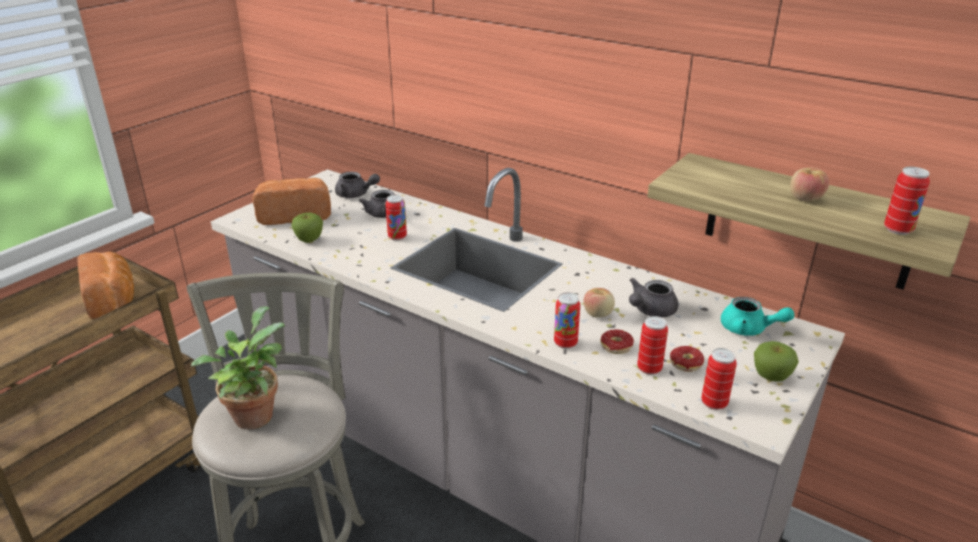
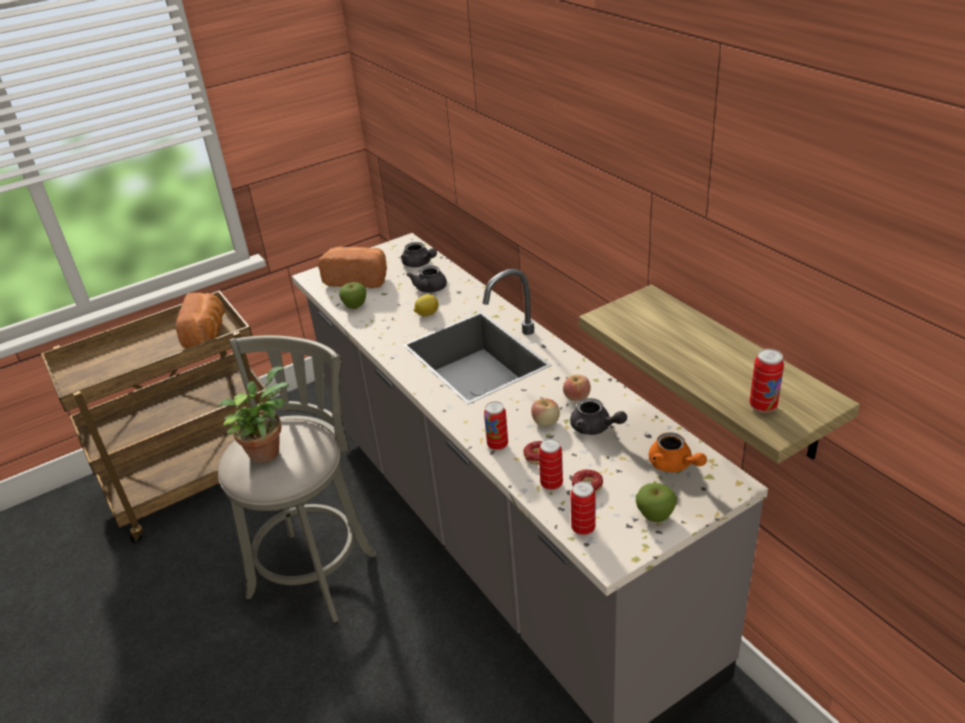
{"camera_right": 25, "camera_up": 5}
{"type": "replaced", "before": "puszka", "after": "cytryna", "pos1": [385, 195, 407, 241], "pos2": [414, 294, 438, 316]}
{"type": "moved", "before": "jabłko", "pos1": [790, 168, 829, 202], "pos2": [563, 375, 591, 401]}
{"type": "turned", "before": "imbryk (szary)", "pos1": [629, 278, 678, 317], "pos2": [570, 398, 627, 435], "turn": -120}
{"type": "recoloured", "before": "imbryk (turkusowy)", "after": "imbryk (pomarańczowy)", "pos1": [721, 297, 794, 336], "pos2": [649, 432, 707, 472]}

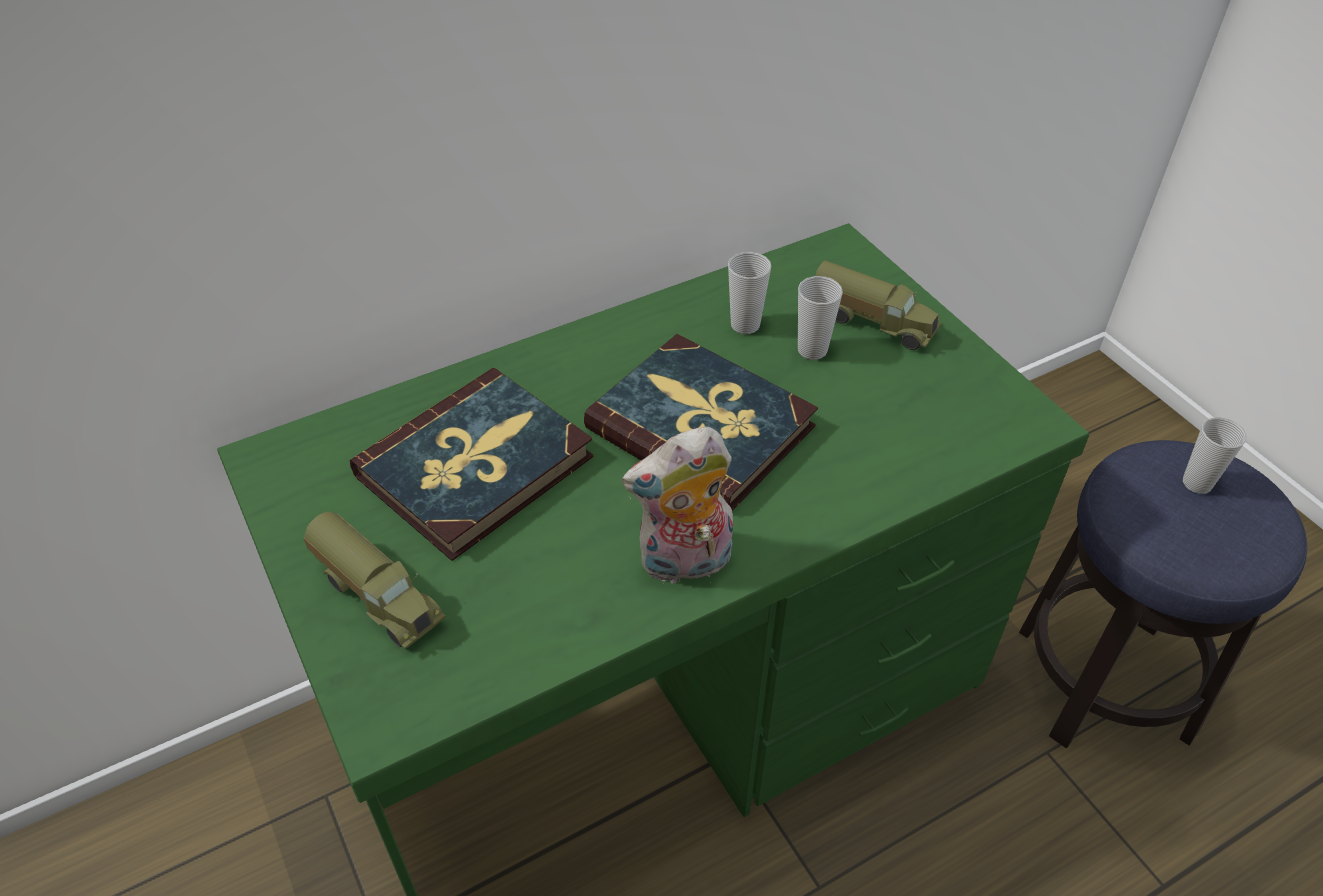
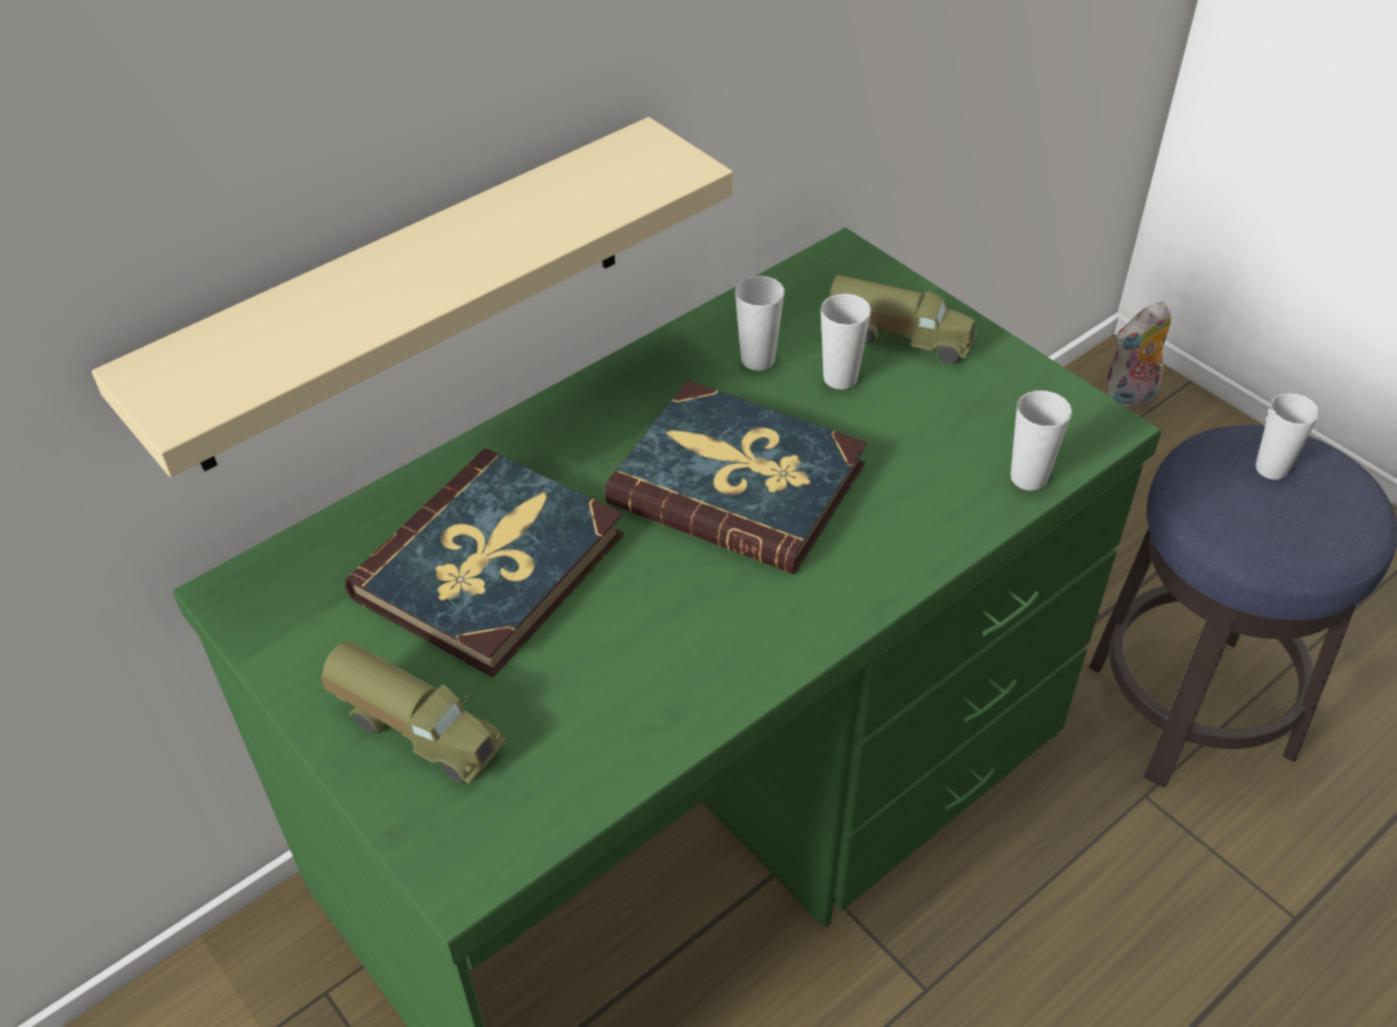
{"camera_right": -10, "camera_up": 0}
{"type": "added", "after": "półka (beżowy)", "pos2": [92, 117, 733, 477]}
{"type": "added", "after": "filiżanka", "pos2": [1011, 390, 1072, 491]}
{"type": "moved", "before": "pluszak", "pos1": [622, 427, 733, 583], "pos2": [1103, 301, 1171, 409]}

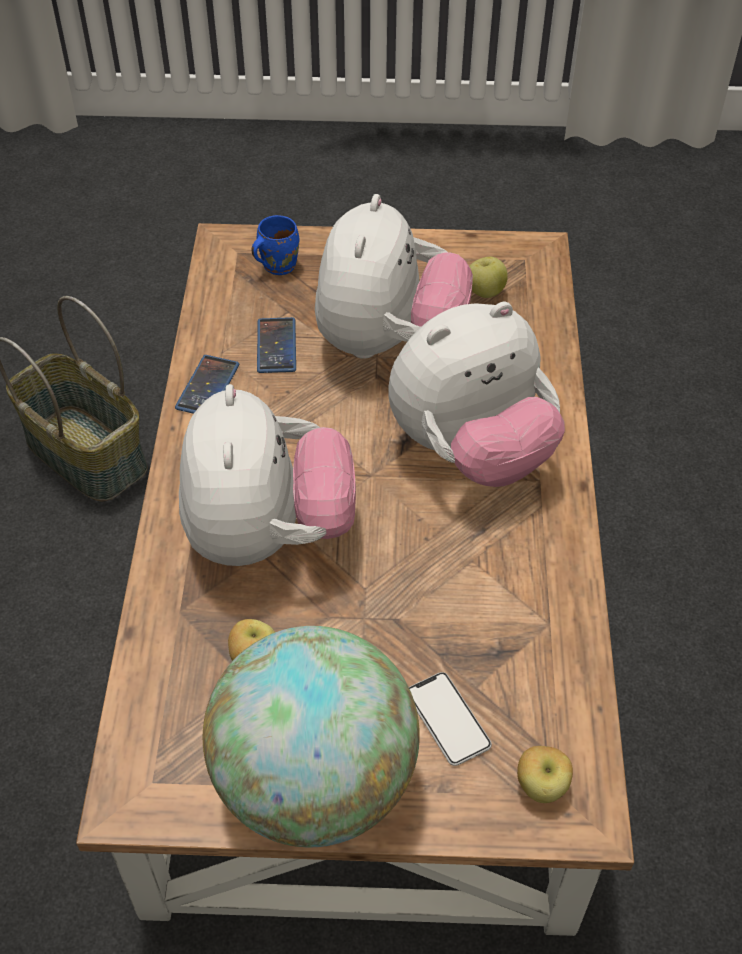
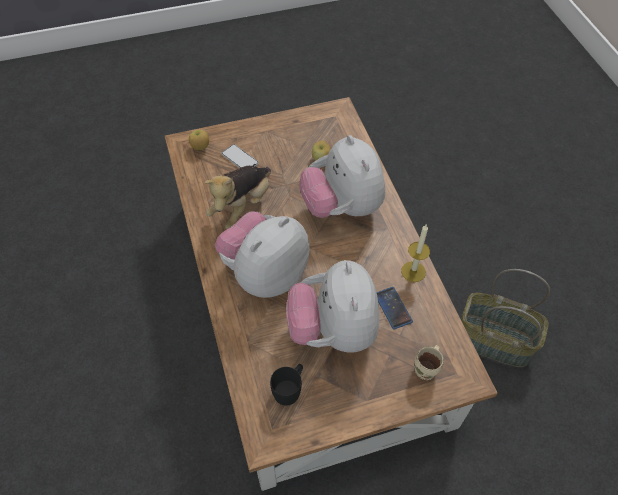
{"camera_right": 160, "camera_up": 5}
{"type": "added", "after": "pluszak", "pos2": [205, 166, 271, 230]}
{"type": "replaced", "before": "jabłko", "after": "kubek (czarny)", "pos1": [469, 257, 508, 298], "pos2": [270, 364, 303, 406]}
{"type": "replaced", "before": "telefon", "after": "świeca", "pos1": [175, 355, 239, 414], "pos2": [401, 225, 430, 282]}
{"type": "recoloured", "before": "kubek (niebieski)", "after": "kubek (beżowy)", "pos1": [251, 215, 299, 275], "pos2": [414, 345, 444, 380]}
{"type": "removed", "before": "globus", "pos1": [203, 626, 420, 847]}

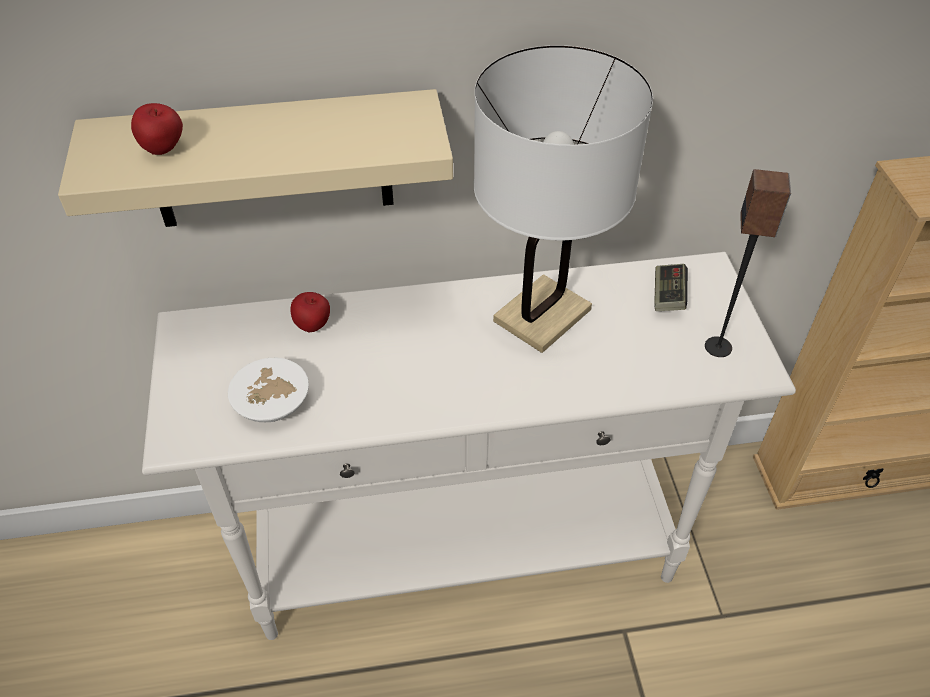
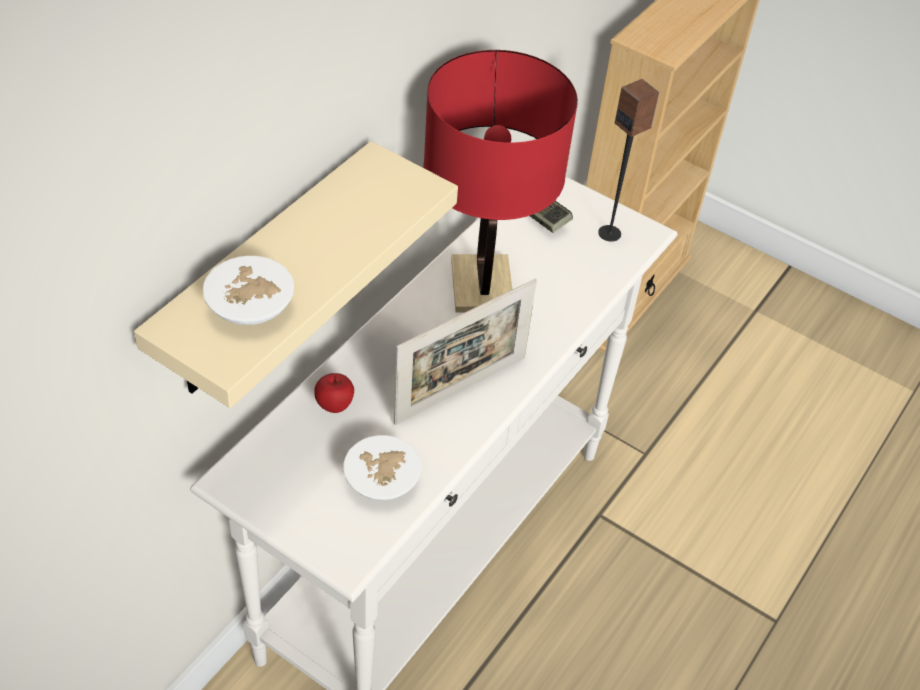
{"camera_right": -50, "camera_up": 0}
{"type": "replaced", "before": "jabłko", "after": "miska (biały)", "pos1": [131, 103, 183, 155], "pos2": [203, 256, 294, 325]}
{"type": "added", "after": "ramka na zdjęcie", "pos2": [394, 279, 537, 425]}
{"type": "recoloured", "before": "lampa stołowa (biały)", "after": "lampa stołowa (czerwony)", "pos1": [474, 45, 653, 353], "pos2": [423, 50, 578, 312]}

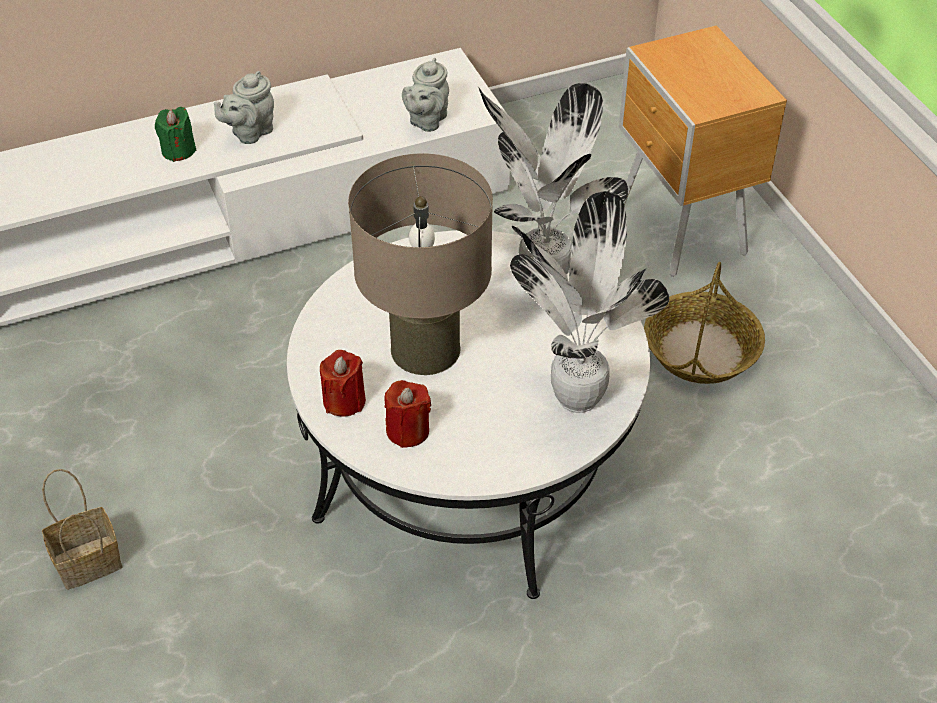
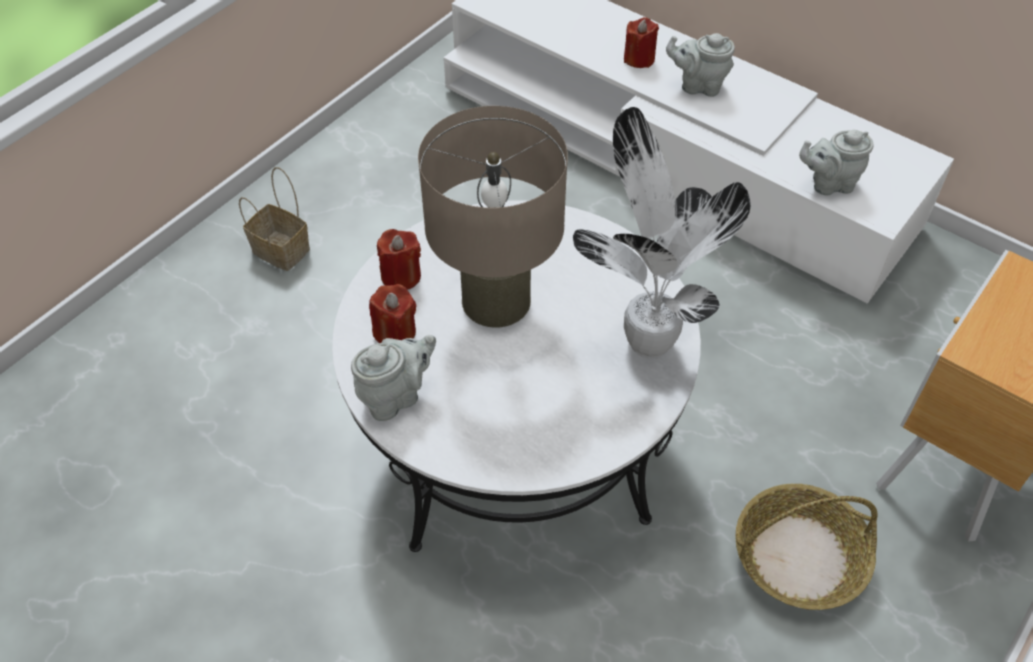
{"camera_right": 60, "camera_up": 5}
{"type": "added", "after": "imbryk (szary)", "pos2": [351, 335, 436, 421]}
{"type": "recoloured", "before": "świeca (zielony)", "after": "świeca (czerwony)", "pos1": [155, 107, 197, 162], "pos2": [624, 17, 659, 68]}
{"type": "removed", "before": "roślina doniczkowa", "pos1": [510, 191, 669, 413]}

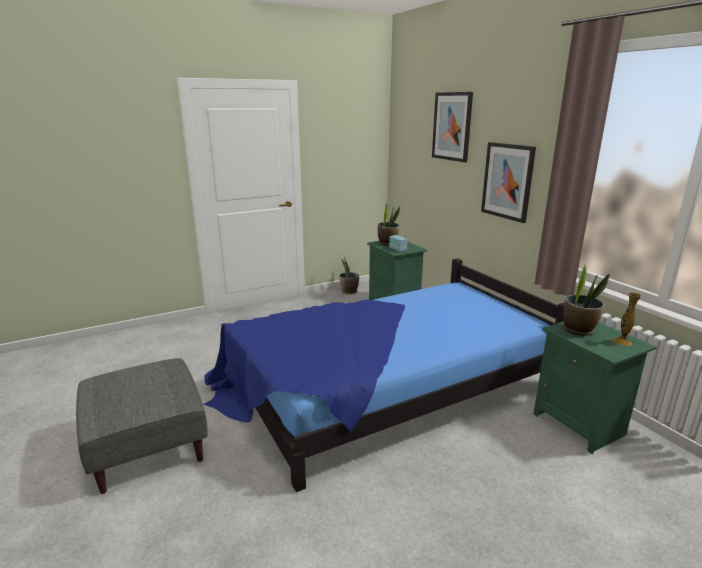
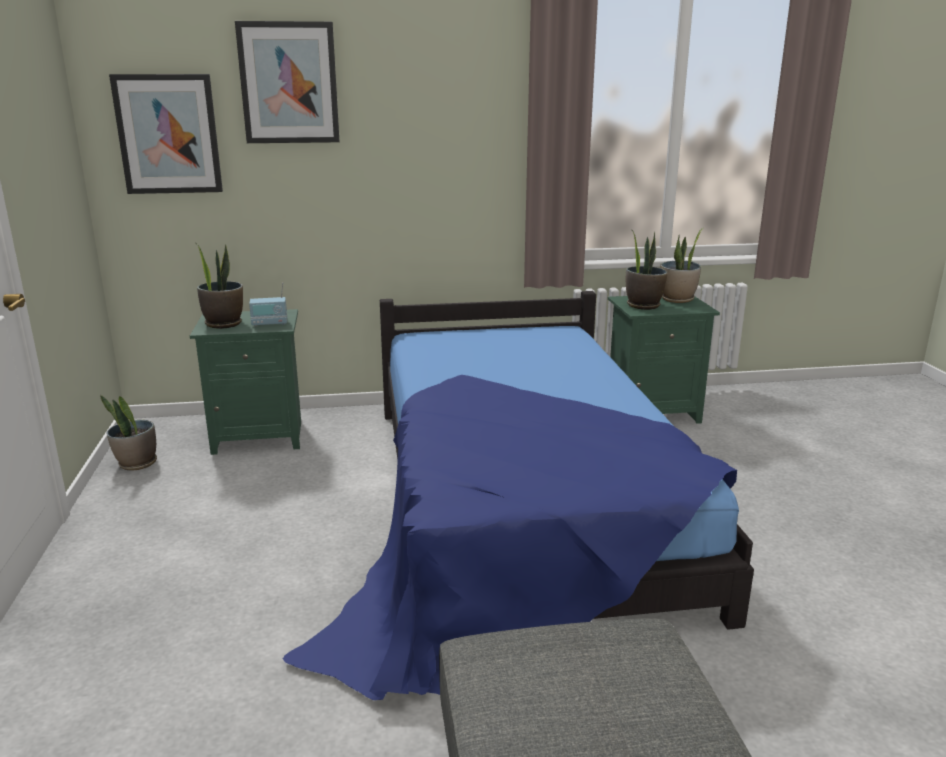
{"camera_right": -70, "camera_up": 0}
{"type": "moved", "before": "obraz", "pos1": [481, 142, 536, 223], "pos2": [109, 74, 223, 194]}
{"type": "replaced", "before": "wazon", "after": "roślina doniczkowa", "pos1": [612, 292, 642, 346], "pos2": [660, 228, 703, 303]}

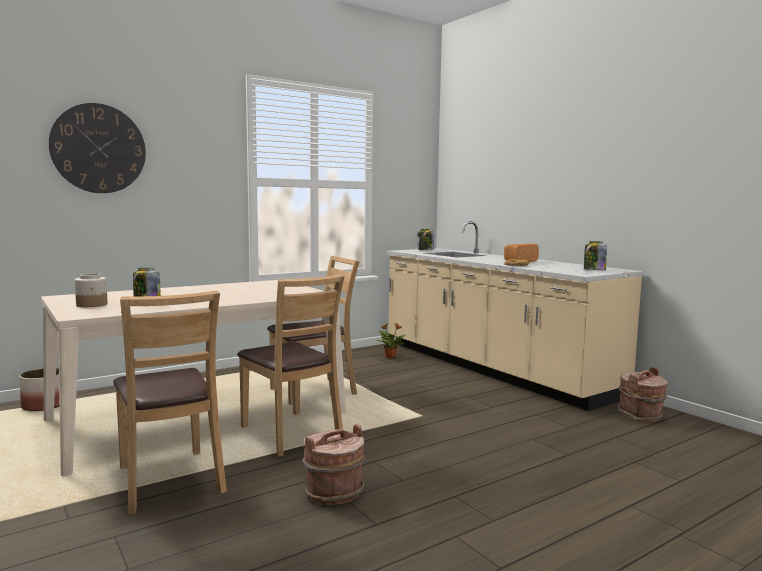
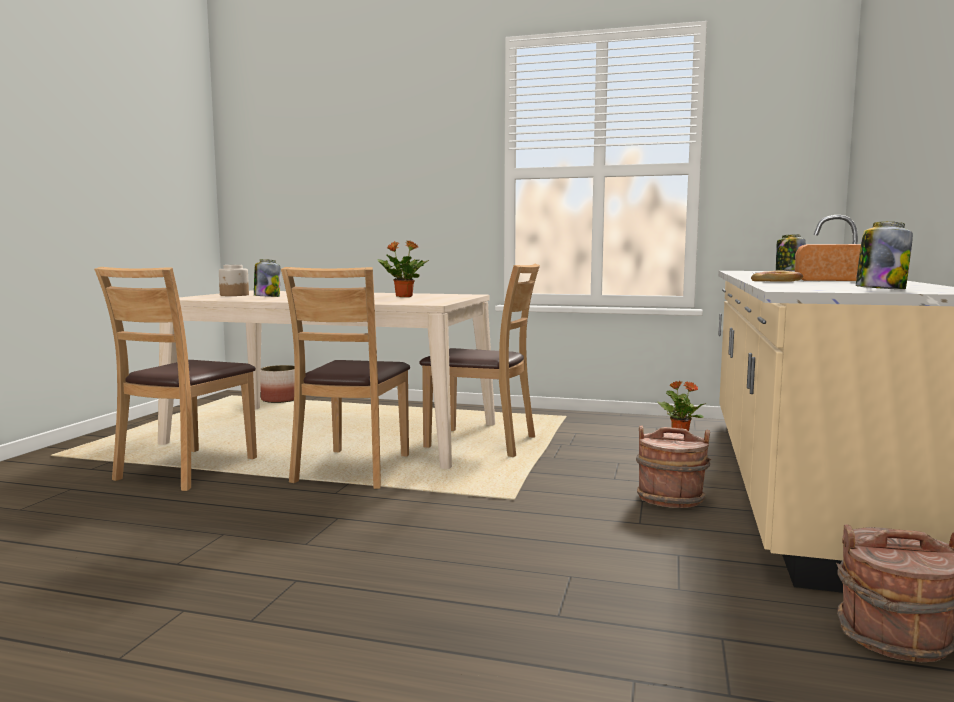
{"camera_right": 50, "camera_up": 0}
{"type": "added", "after": "roślina doniczkowa", "pos2": [377, 241, 429, 297]}
{"type": "moved", "before": "wiadro (brązowy)", "pos1": [303, 424, 365, 505], "pos2": [636, 426, 711, 508]}
{"type": "removed", "before": "zegar ścienny", "pos1": [49, 103, 146, 193]}

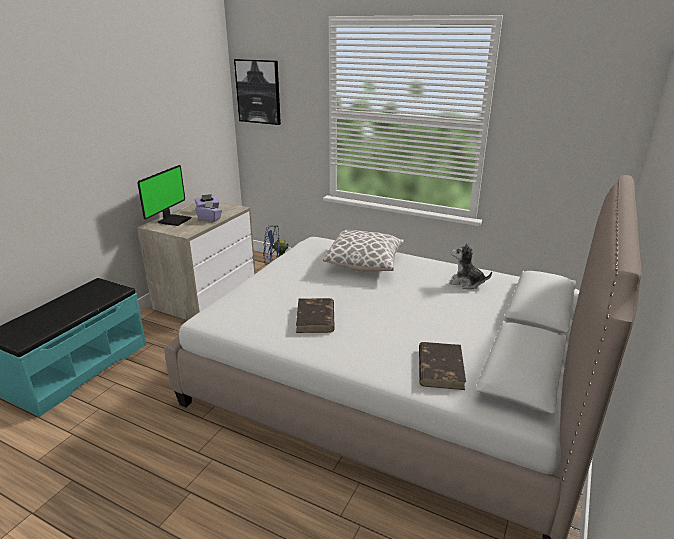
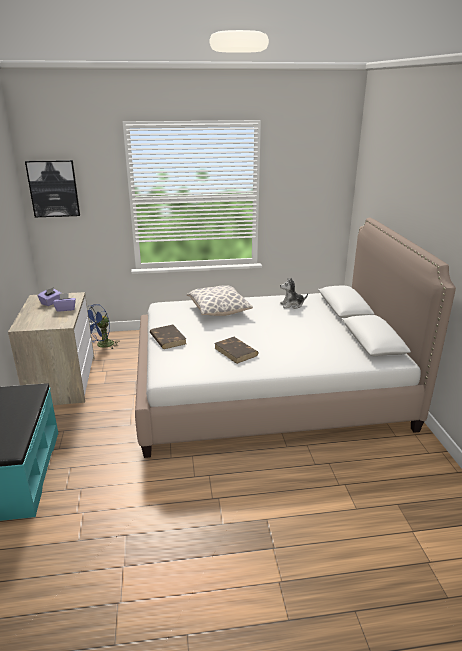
{"camera_right": -35, "camera_up": 0}
{"type": "moved", "before": "książka (brązowy)", "pos1": [419, 342, 466, 390], "pos2": [150, 324, 186, 349]}
{"type": "removed", "before": "monitor", "pos1": [137, 165, 192, 226]}

